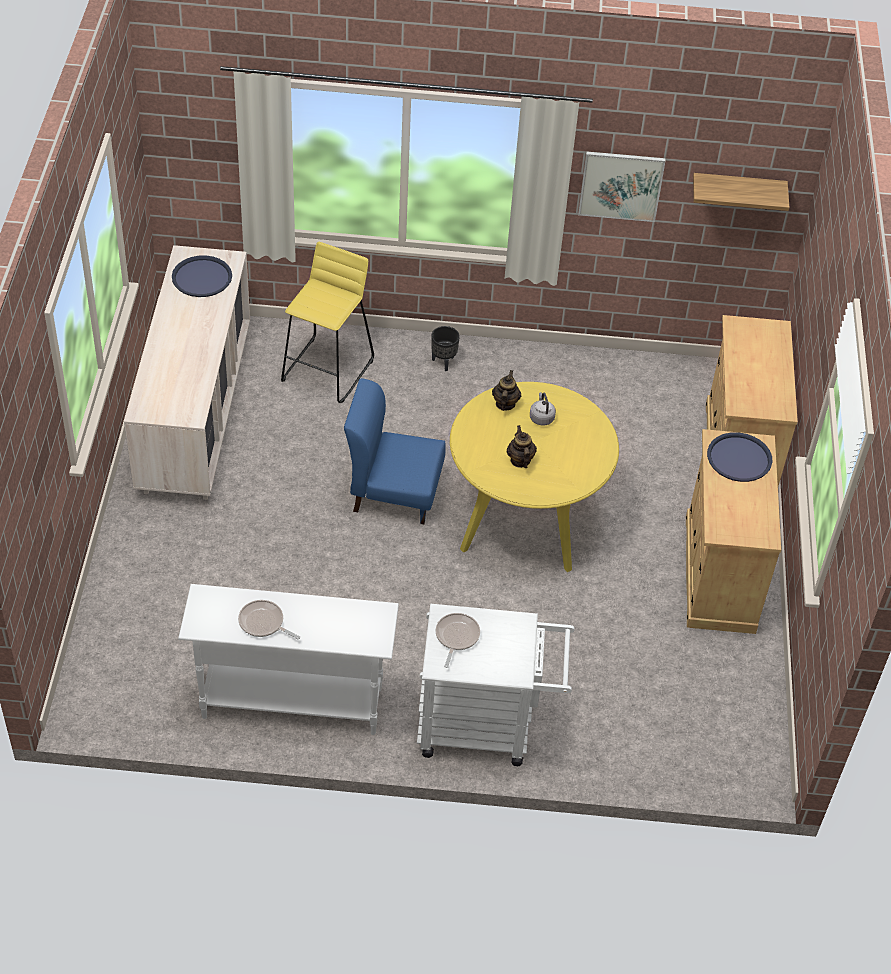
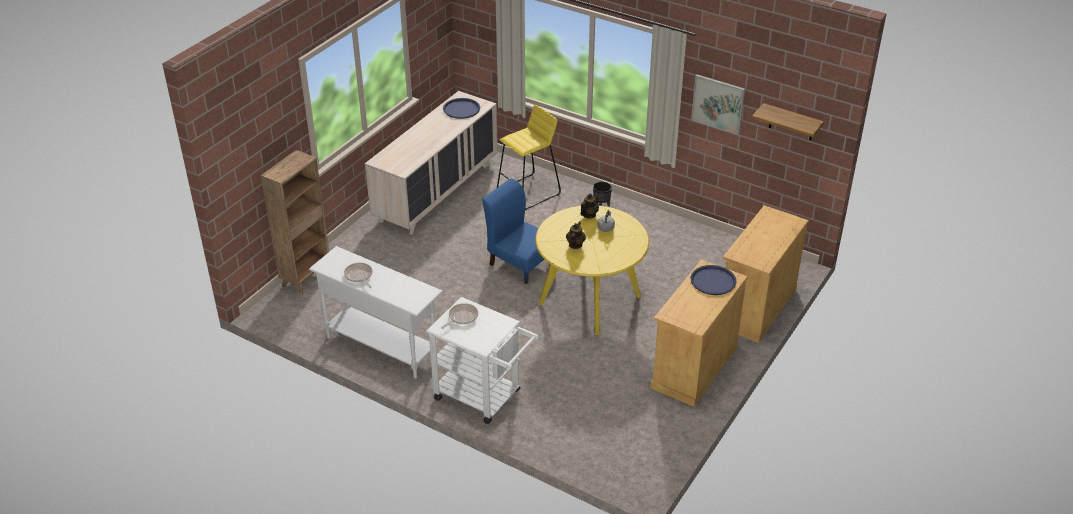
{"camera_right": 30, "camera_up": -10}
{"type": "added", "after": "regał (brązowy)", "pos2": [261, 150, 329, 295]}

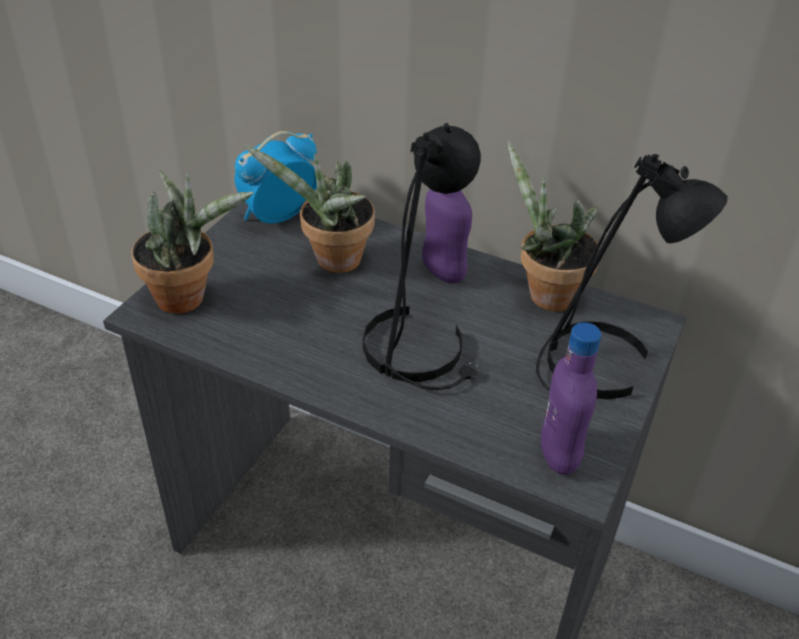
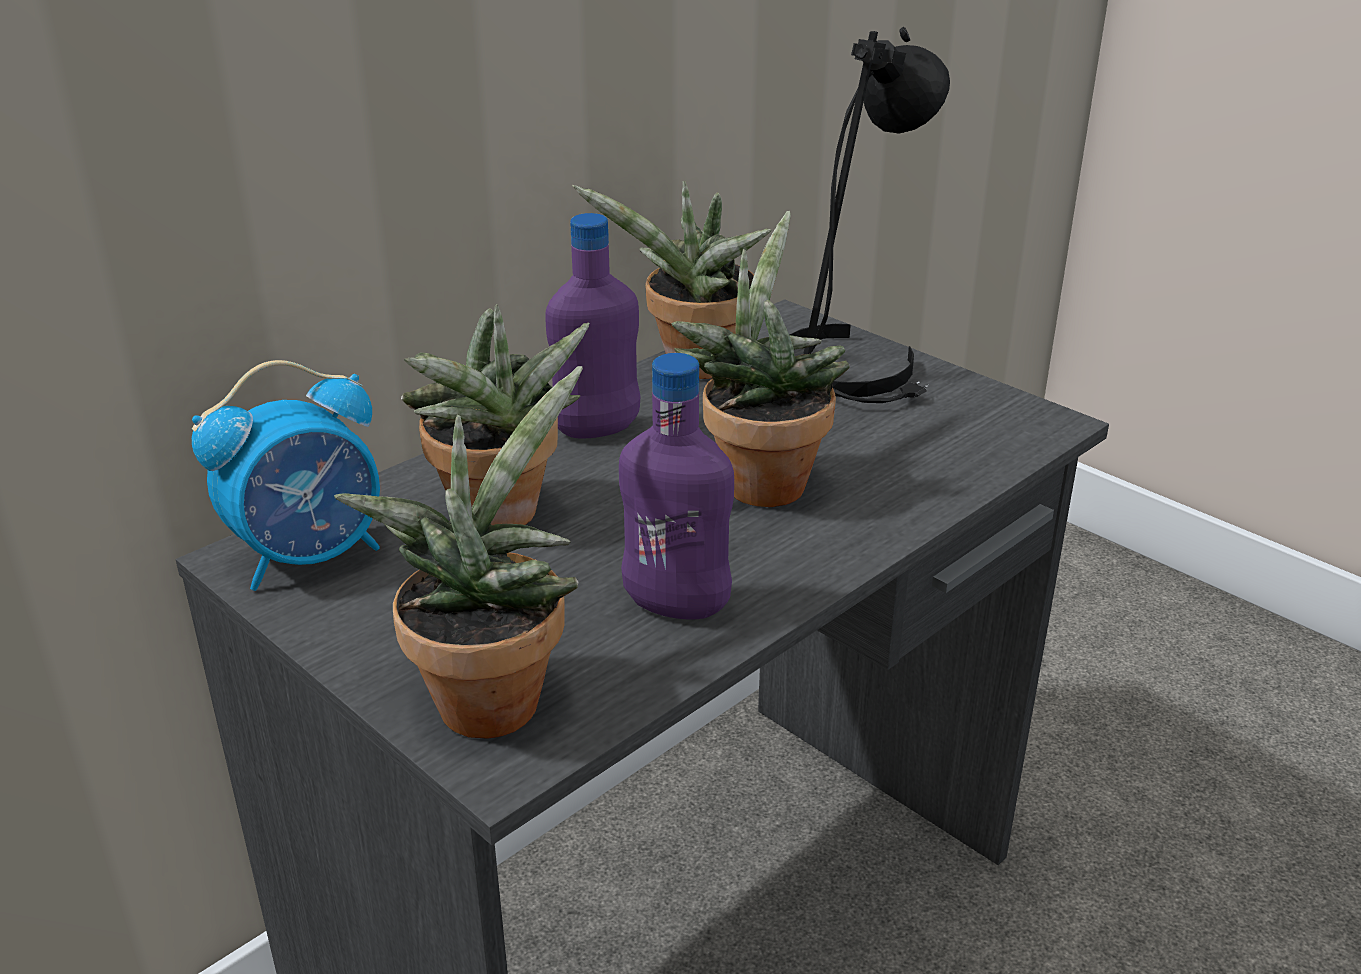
{"camera_right": -70, "camera_up": -10}
{"type": "turned", "before": "budzik", "pos1": [235, 131, 317, 224], "pos2": [192, 360, 380, 591], "turn": -105}
{"type": "moved", "before": "butelka (fioletowy)", "pos1": [541, 322, 601, 475], "pos2": [619, 353, 734, 620]}
{"type": "replaced", "before": "lampa stołowa (czarny)", "after": "roślina doniczkowa", "pos1": [363, 123, 481, 390], "pos2": [671, 211, 849, 507]}

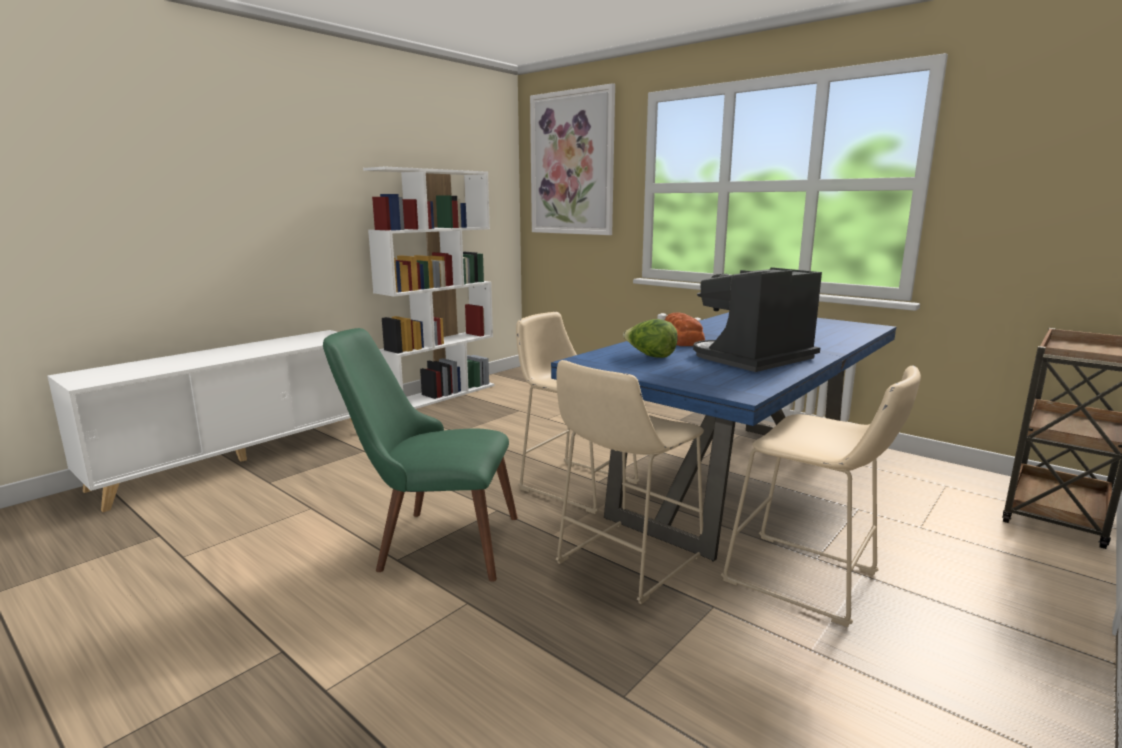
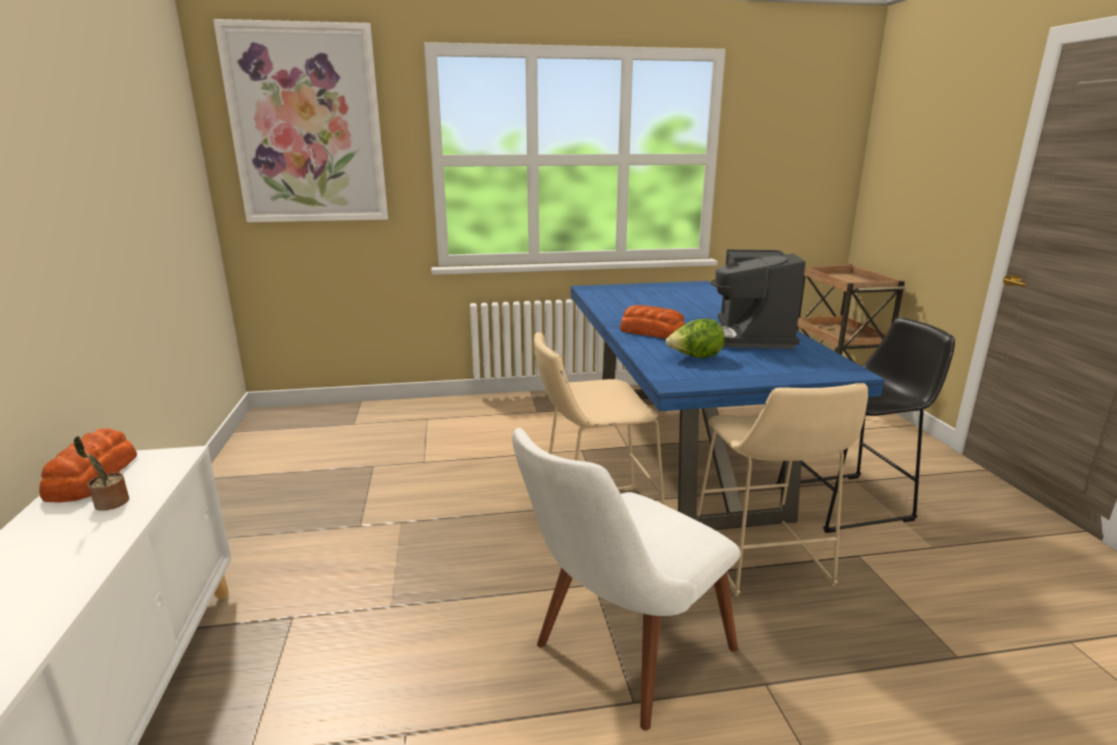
{"camera_right": -50, "camera_up": 5}
{"type": "added", "after": "chleb", "pos2": [39, 428, 137, 502]}
{"type": "added", "after": "roślina doniczkowa", "pos2": [74, 436, 129, 510]}
{"type": "recoloured", "before": "krzesło (zielony)", "after": "krzesło (biały)", "pos1": [323, 328, 518, 581], "pos2": [512, 428, 740, 731]}
{"type": "recoloured", "before": "stołek (beżowy)", "after": "stołek (czarny)", "pos1": [721, 366, 921, 627], "pos2": [776, 317, 955, 533]}
{"type": "removed", "before": "regał (biały)", "pos1": [363, 167, 495, 409]}

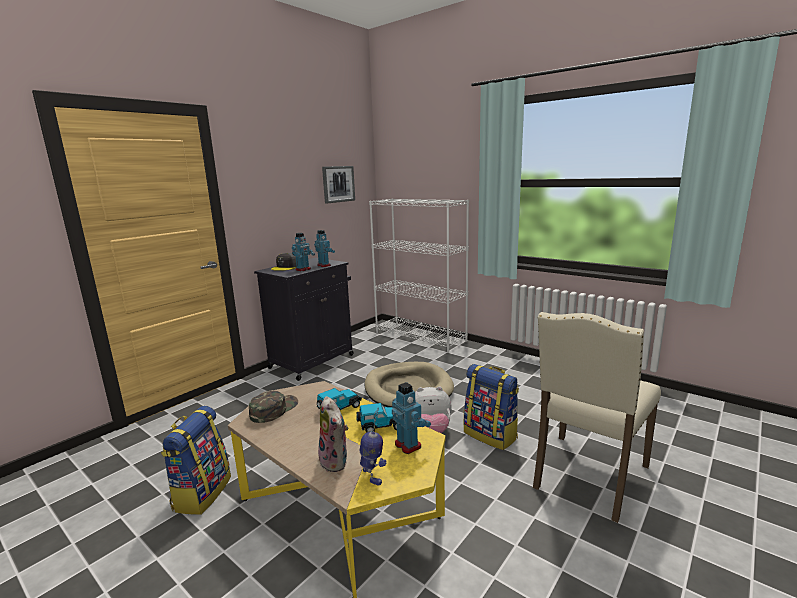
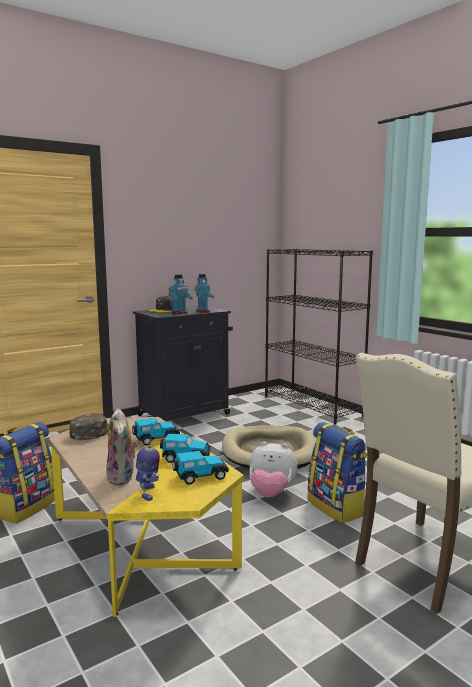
{"camera_right": 15, "camera_up": -5}
{"type": "replaced", "before": "robot zabawkowy", "after": "samochodzik", "pos1": [392, 382, 431, 454], "pos2": [173, 451, 229, 485]}
{"type": "recoloured", "before": "regał (biały)", "after": "regał (czarny)", "pos1": [369, 198, 469, 353], "pos2": [265, 249, 373, 424]}
{"type": "removed", "before": "obraz", "pos1": [322, 166, 355, 203]}

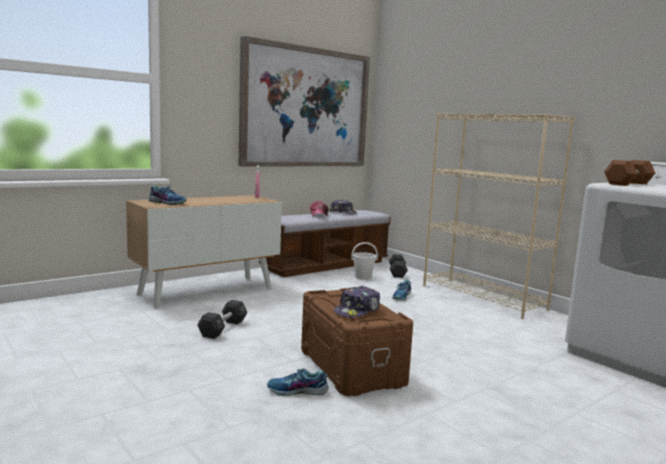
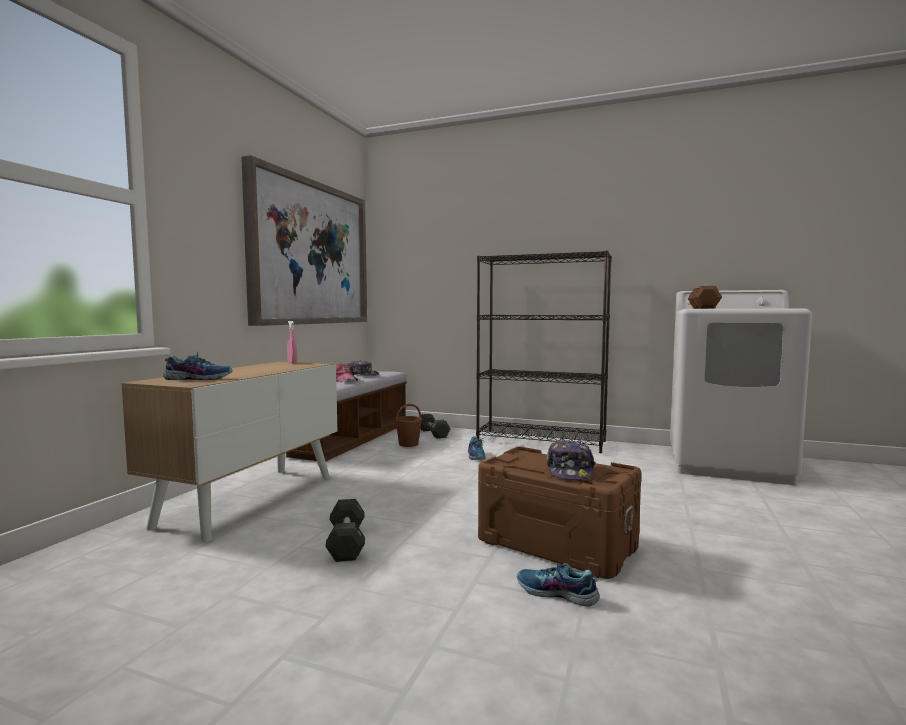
{"camera_right": -30, "camera_up": -5}
{"type": "recoloured", "before": "wiadro (biały)", "after": "wiadro (brązowy)", "pos1": [351, 242, 378, 279], "pos2": [395, 404, 422, 447]}
{"type": "recoloured", "before": "regał (beżowy)", "after": "regał (czarny)", "pos1": [423, 113, 575, 319], "pos2": [476, 250, 612, 453]}
{"type": "turned", "before": "but", "pos1": [267, 368, 328, 396], "pos2": [517, 563, 599, 607], "turn": 60}

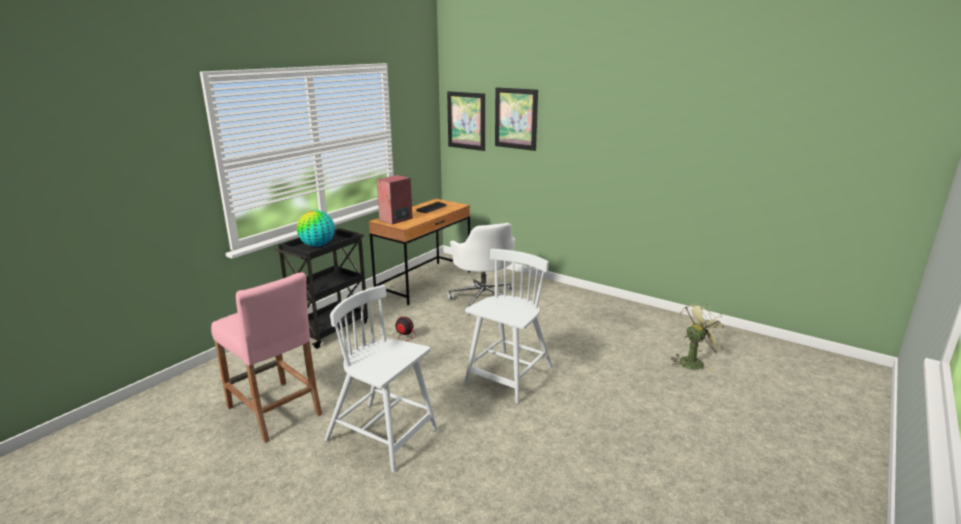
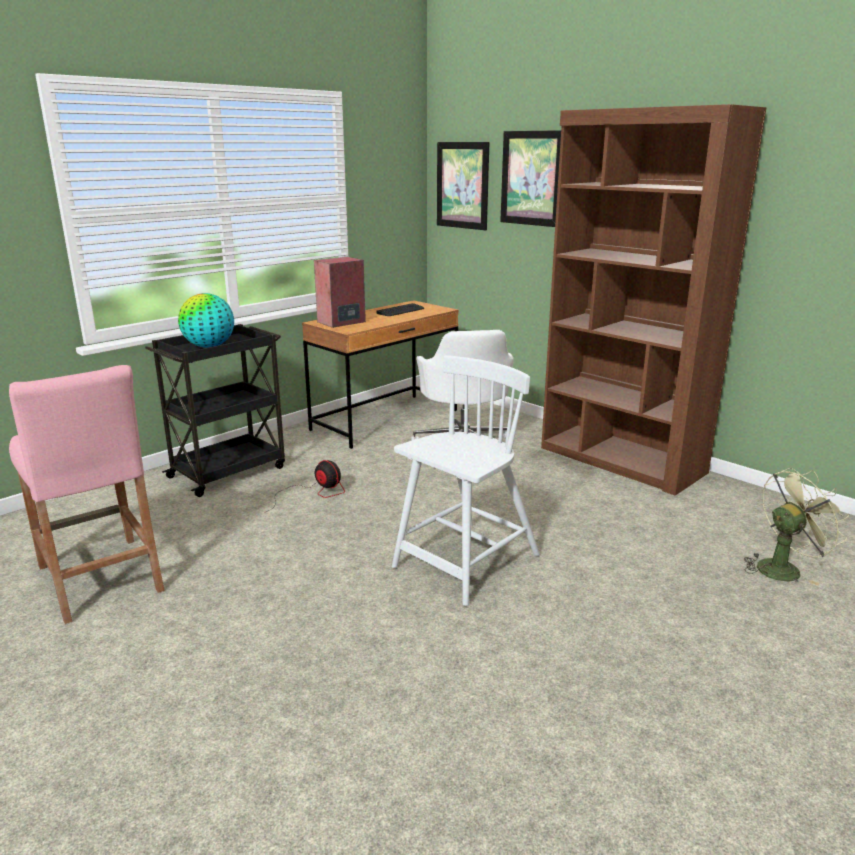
{"camera_right": 10, "camera_up": 0}
{"type": "added", "after": "regał (brązowy)", "pos2": [541, 104, 767, 496]}
{"type": "removed", "before": "krzesło (biały)", "pos1": [324, 285, 437, 472]}

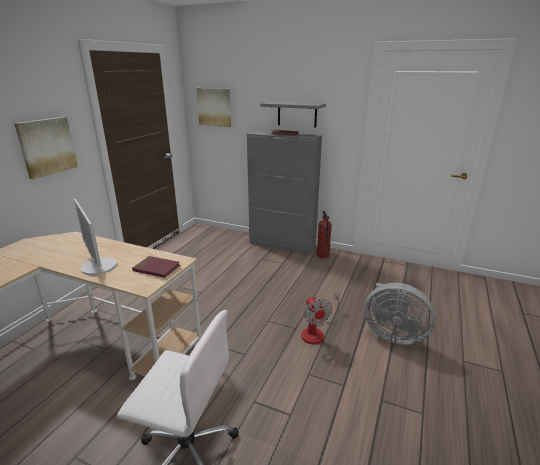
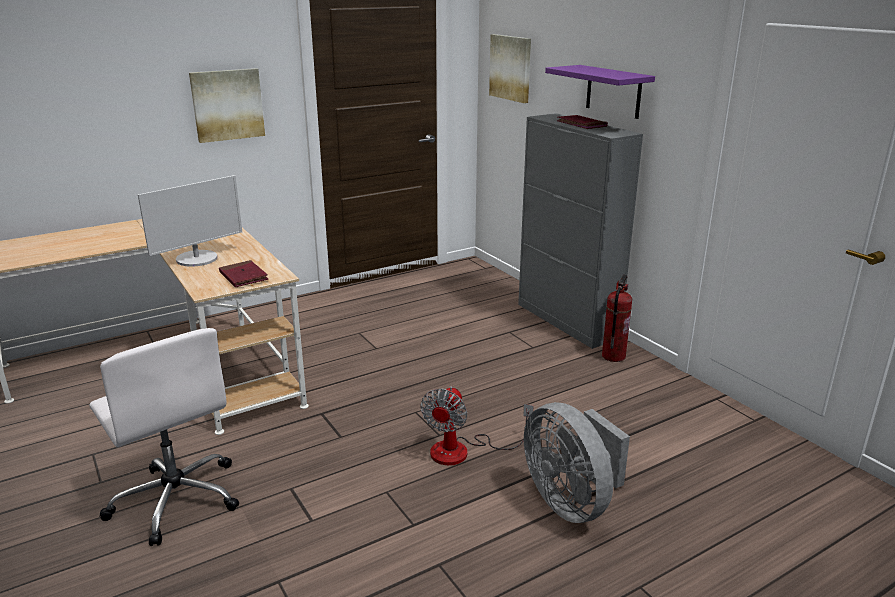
{"camera_right": 35, "camera_up": 0}
{"type": "turned", "before": "monitor", "pos1": [74, 199, 117, 275], "pos2": [138, 175, 242, 267], "turn": -135}
{"type": "recoloured", "before": "półka (szary)", "after": "półka (fioletowy)", "pos1": [260, 101, 326, 128], "pos2": [545, 65, 655, 119]}

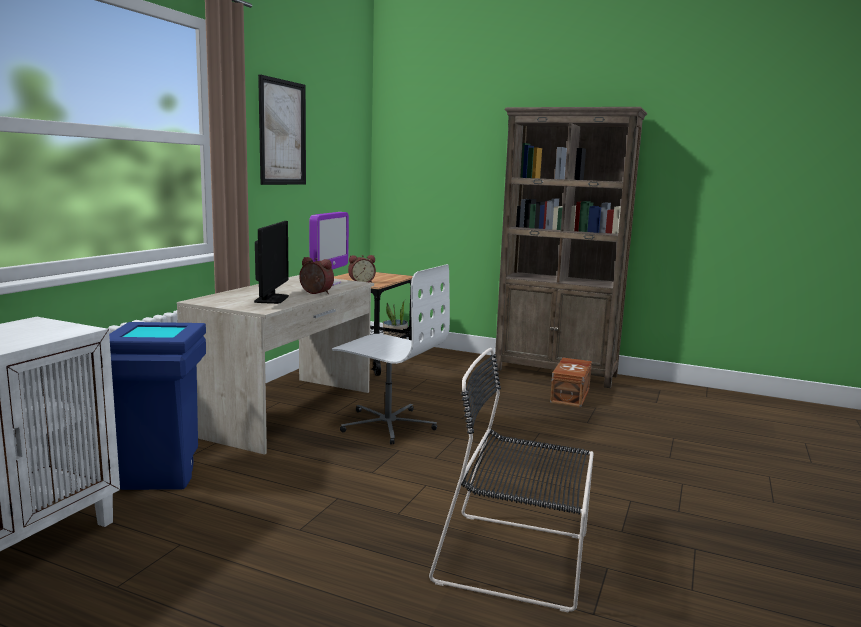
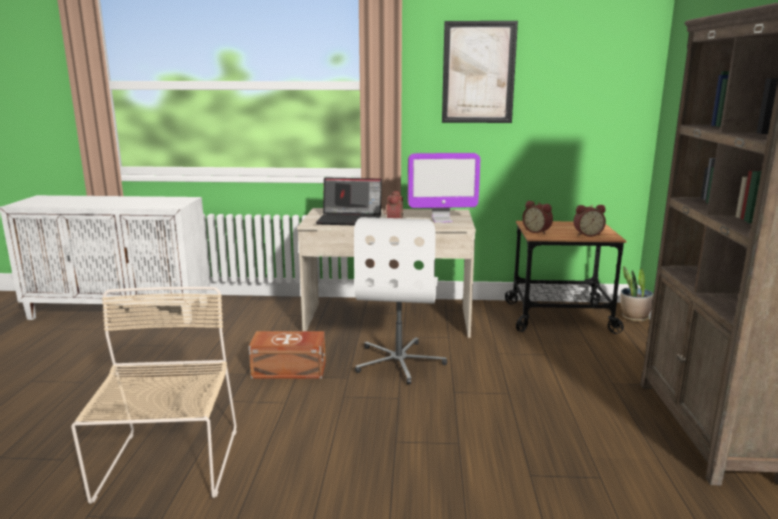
{"camera_right": 70, "camera_up": 5}
{"type": "recoloured", "before": "krzesło (czarny)", "after": "krzesło (beżowy)", "pos1": [429, 348, 594, 613], "pos2": [71, 287, 237, 504]}
{"type": "moved", "before": "pojemnik do przechowywania (brązowy)", "pos1": [550, 358, 592, 407], "pos2": [249, 331, 326, 379]}
{"type": "replaced", "before": "monitor", "after": "laptop", "pos1": [254, 221, 289, 304], "pos2": [316, 178, 382, 225]}
{"type": "added", "after": "budzik", "pos2": [574, 205, 606, 237]}
{"type": "removed", "before": "kosz na śmieci (niebieski)", "pos1": [109, 322, 206, 490]}

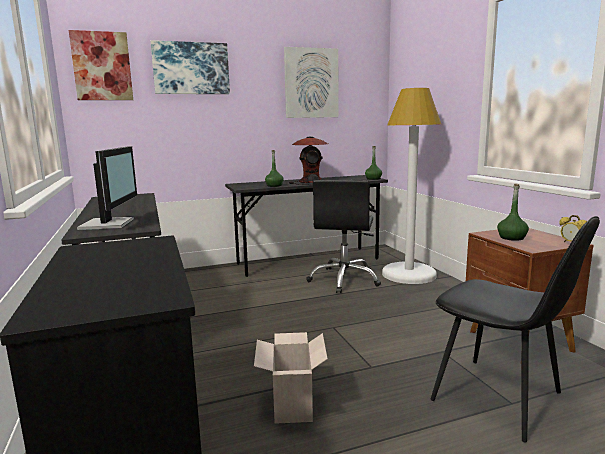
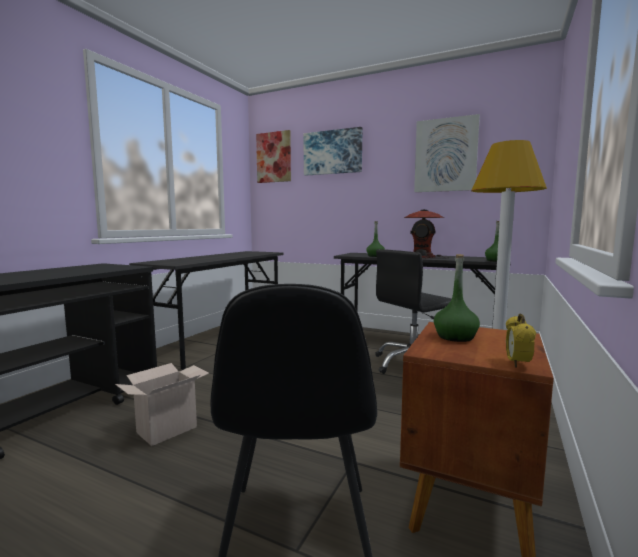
{"camera_right": 45, "camera_up": -5}
{"type": "removed", "before": "monitor", "pos1": [77, 146, 137, 230]}

